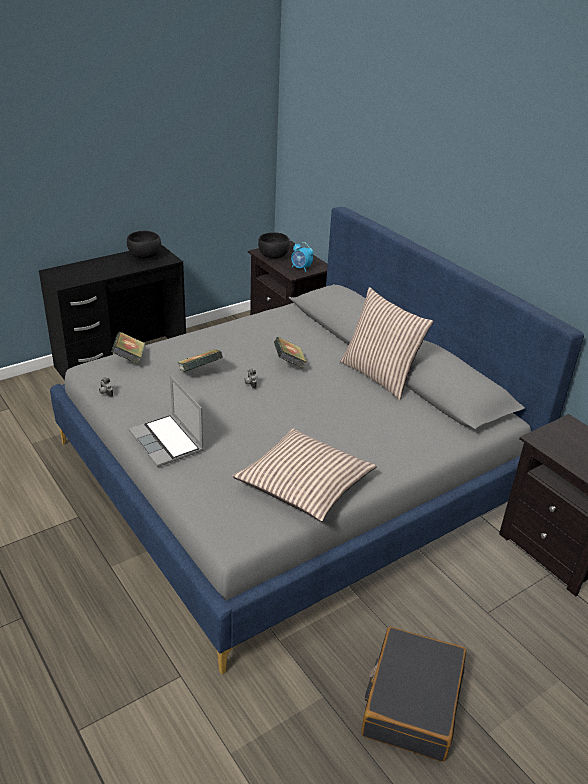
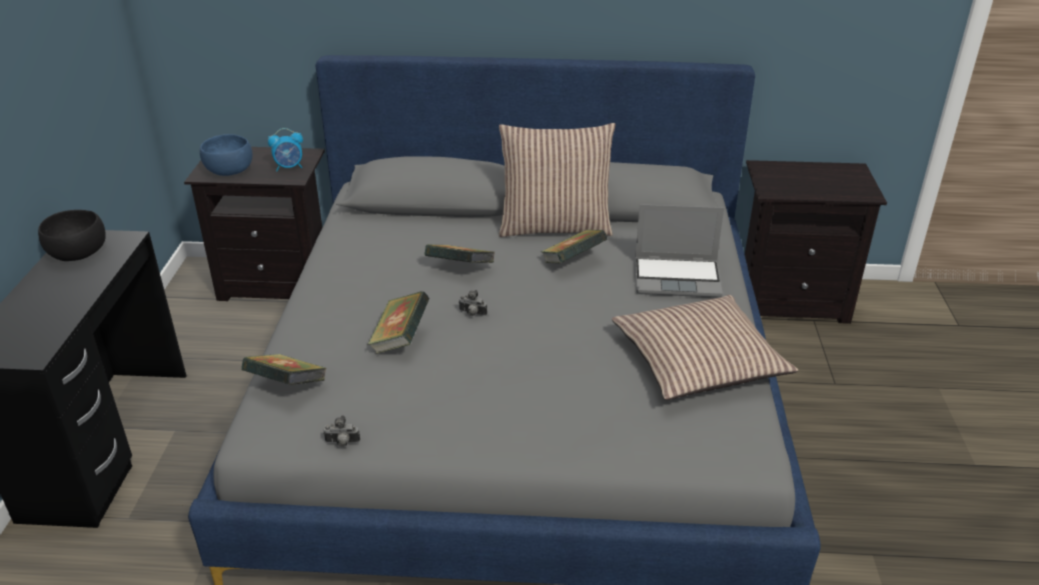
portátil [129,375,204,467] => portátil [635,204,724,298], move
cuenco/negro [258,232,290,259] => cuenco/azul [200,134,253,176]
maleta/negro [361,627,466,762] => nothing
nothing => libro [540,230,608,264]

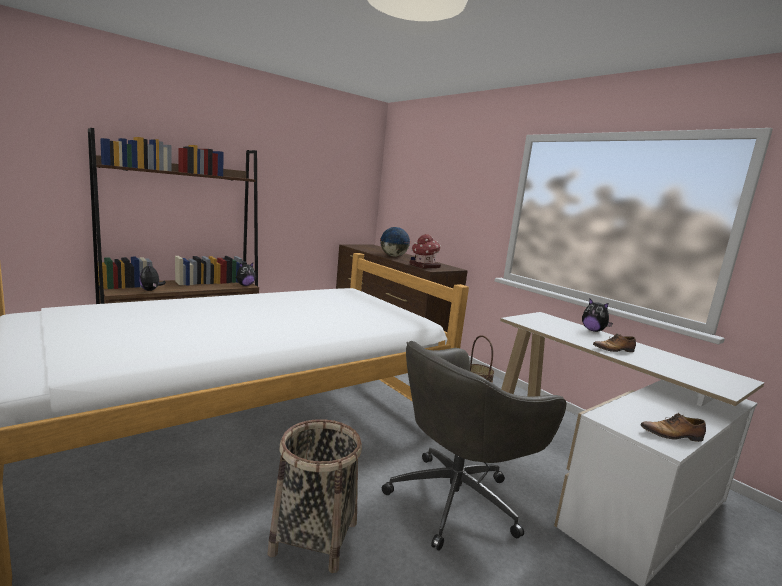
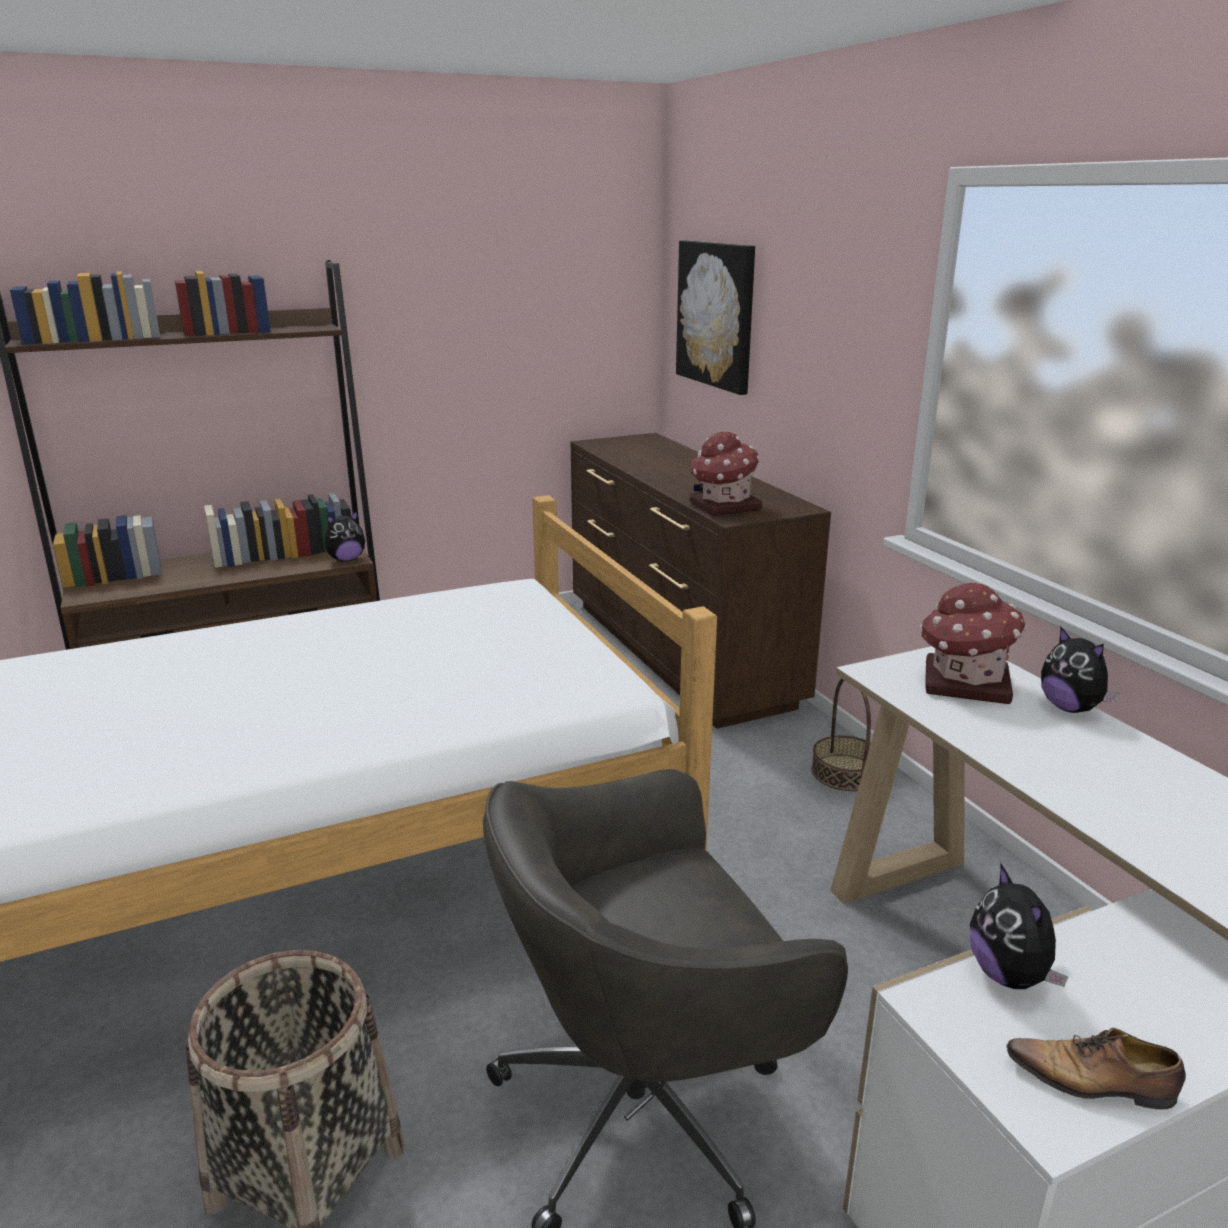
peluche [139,265,166,291] => peluche [970,864,1068,989], move
globo terráqueo [380,227,410,257] => nothing
zapato [593,333,636,352] => nothing
nothing => cuadro [676,240,755,395]
nothing => casita [919,581,1027,704]

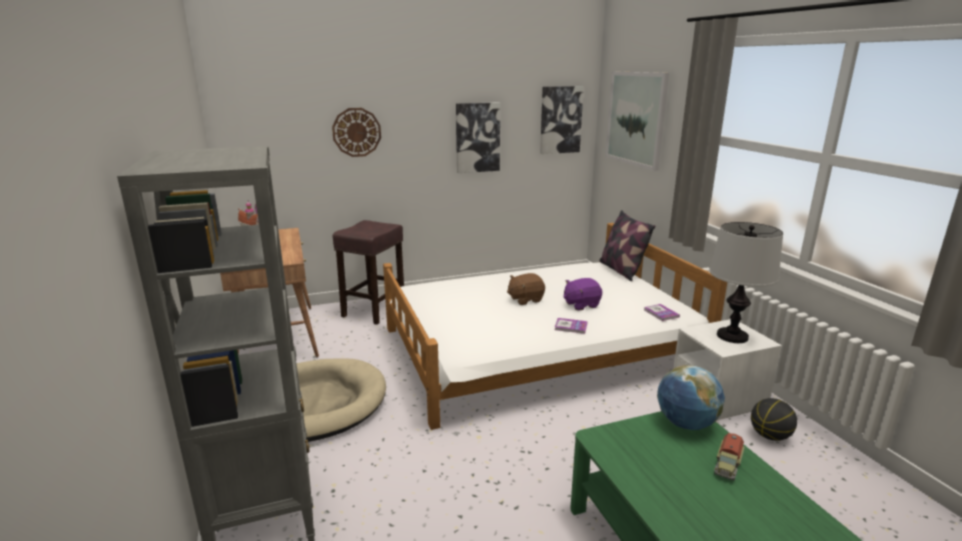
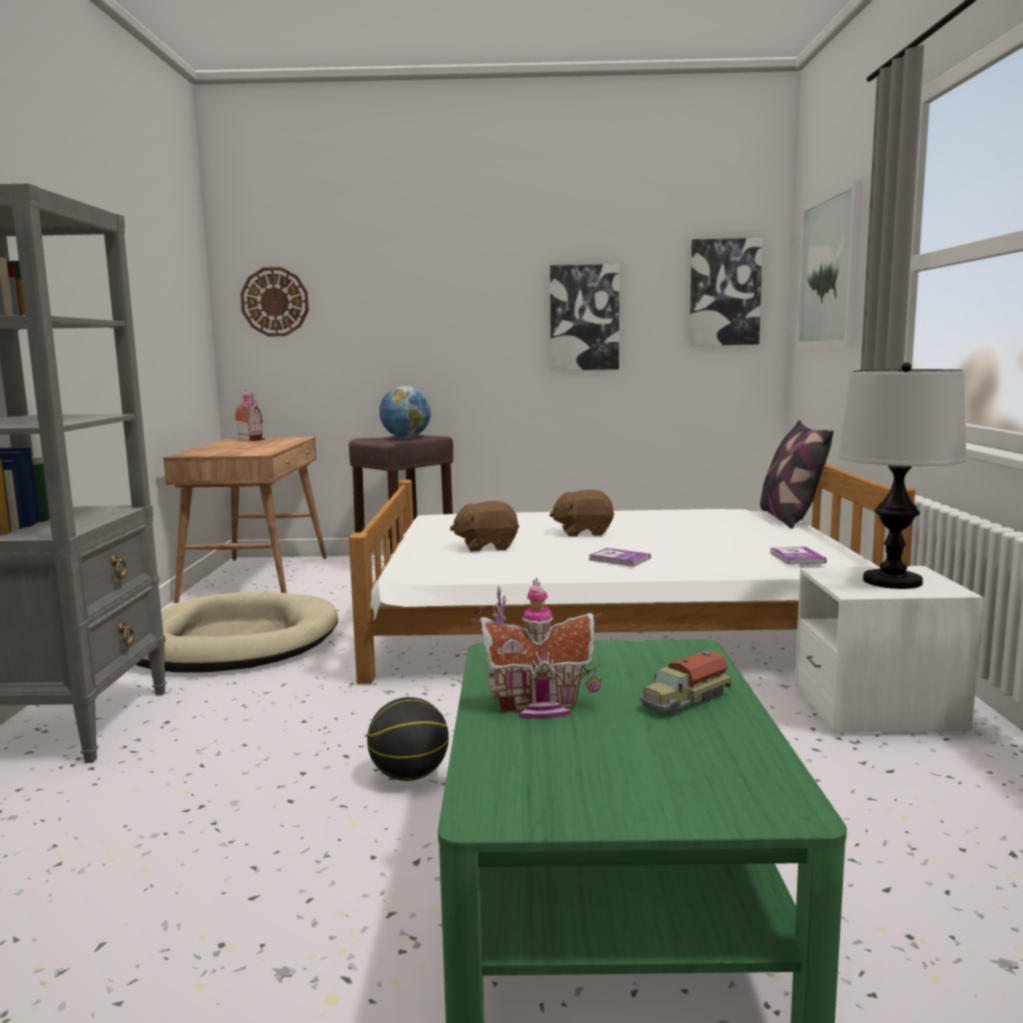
reloj de pared [332,108,381,157] => reloj de pared [240,267,309,337], move
peluche/morado [564,278,602,310] => nothing
globo terráqueo [657,365,725,430] => globo terráqueo [379,386,431,438], move
balón de baloncesto [751,398,797,441] => balón de baloncesto [367,697,449,781], move
nothing => peluche/marrón [450,501,519,552]
nothing => casita [472,577,602,718]

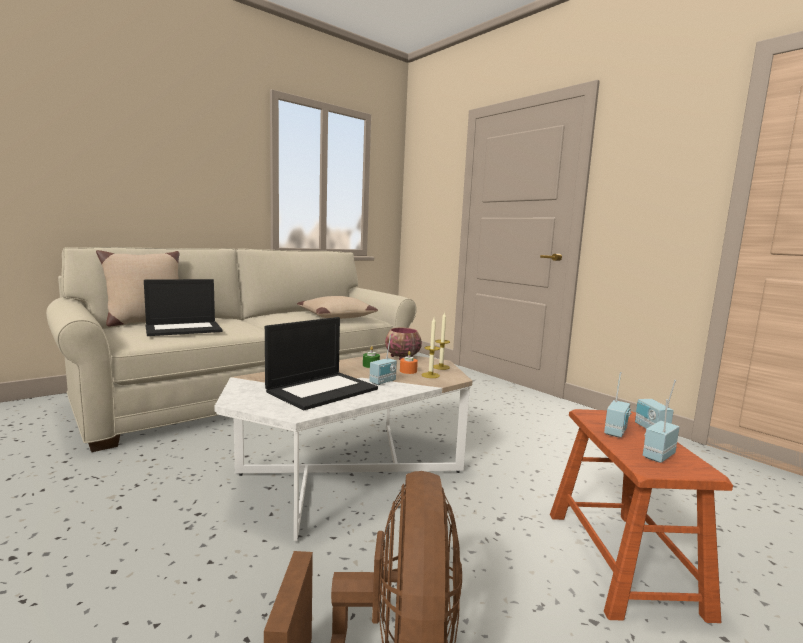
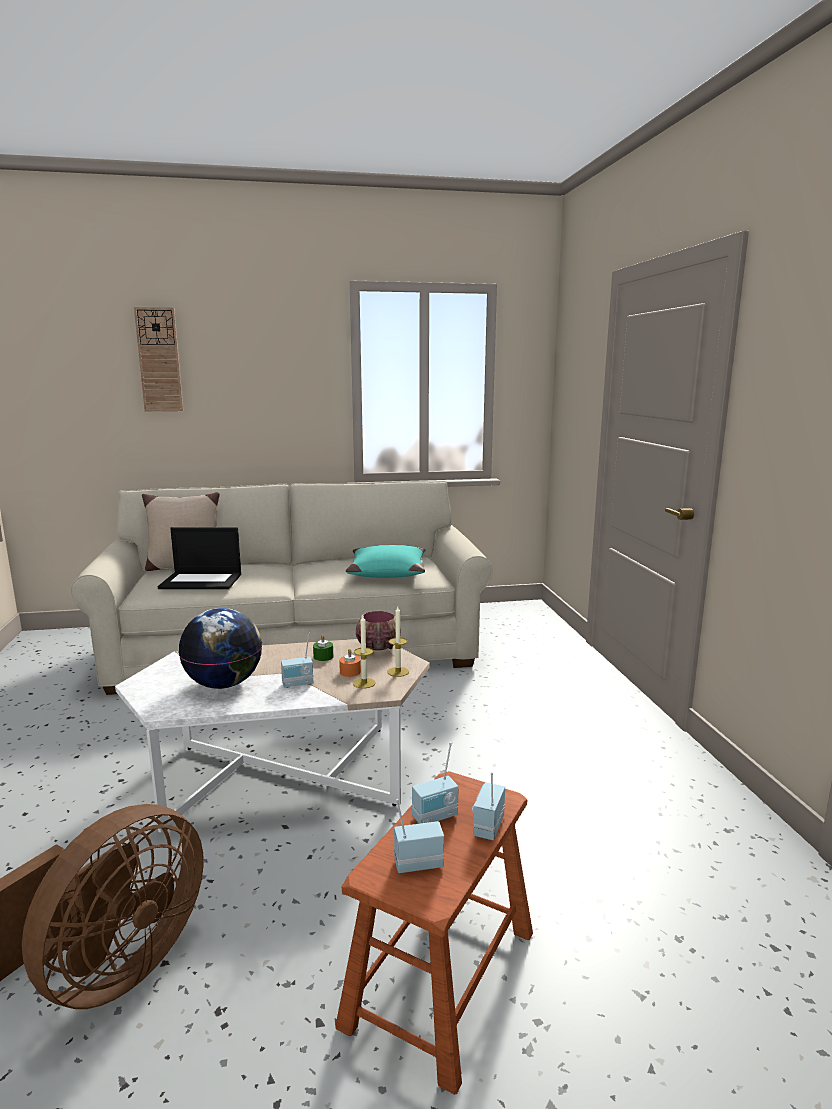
portátil [265,317,378,410] => globo terráqueo [179,608,262,689]
cojín/beis [297,296,378,319] => cojín/turquesa [346,545,426,578]
nothing => reloj de pared [134,307,183,411]

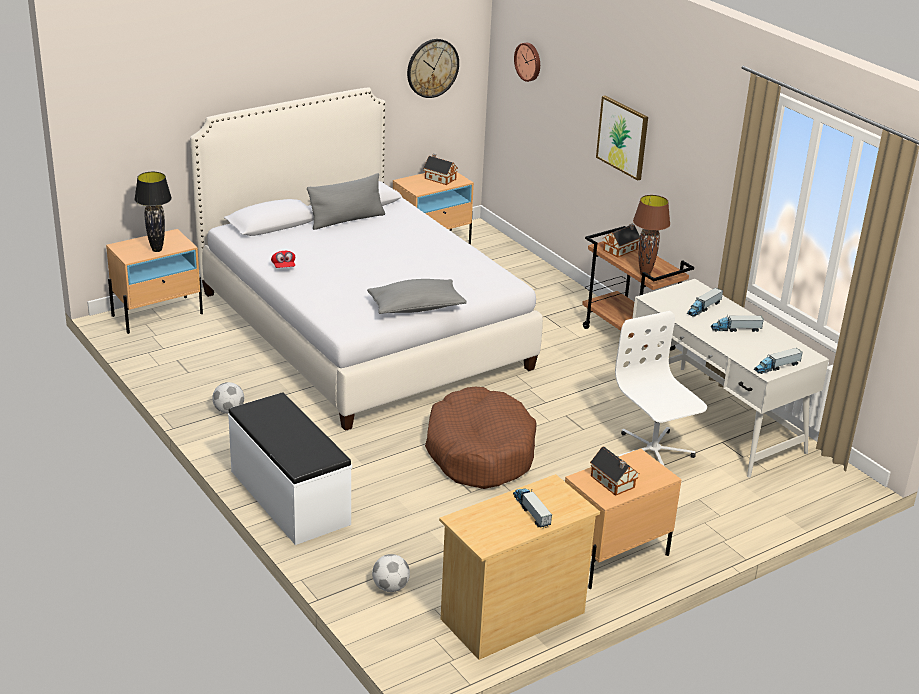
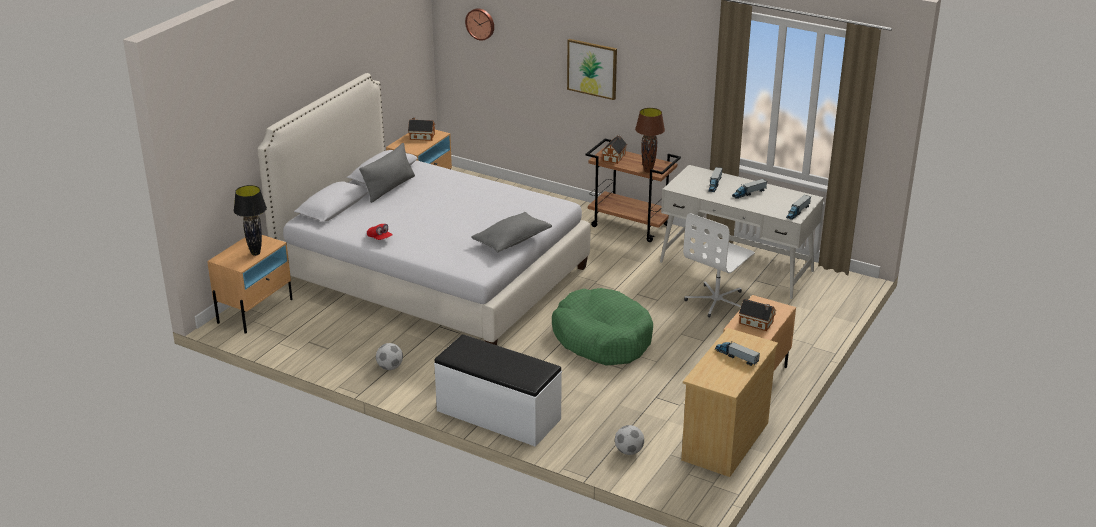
reloj de pared [407,39,459,98] => nothing
cama para perro/marrón [425,387,537,489] => cama para perro/verde [552,288,653,366]
silla de oficina/blanco [615,311,707,466] => silla de oficina/blanco [683,213,755,317], 90 degrees counterclockwise

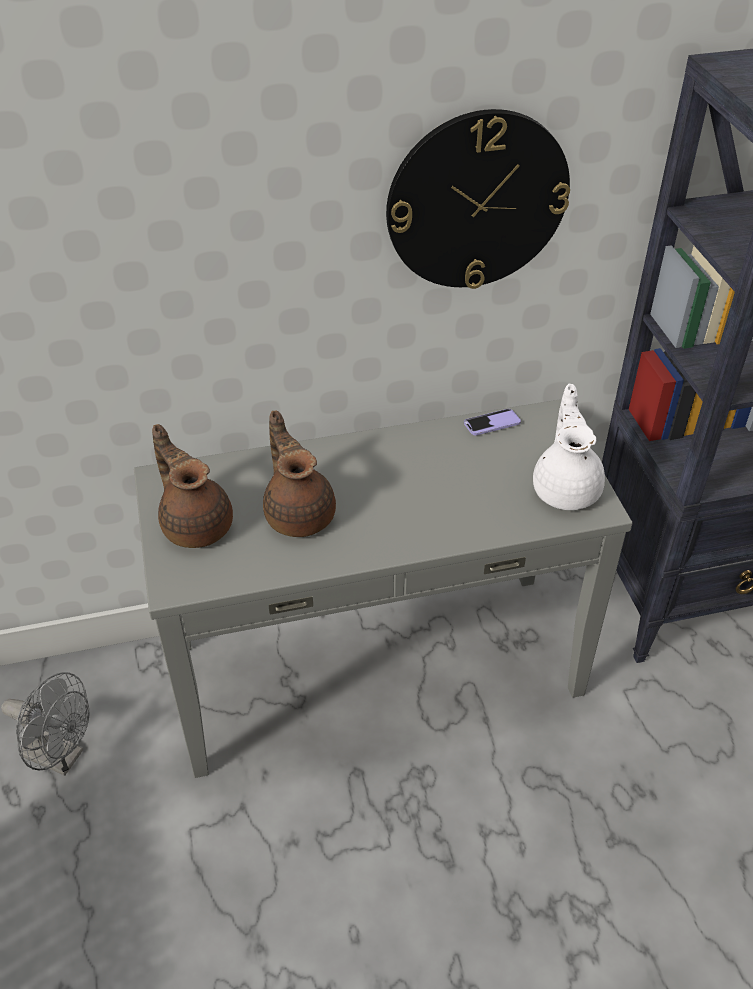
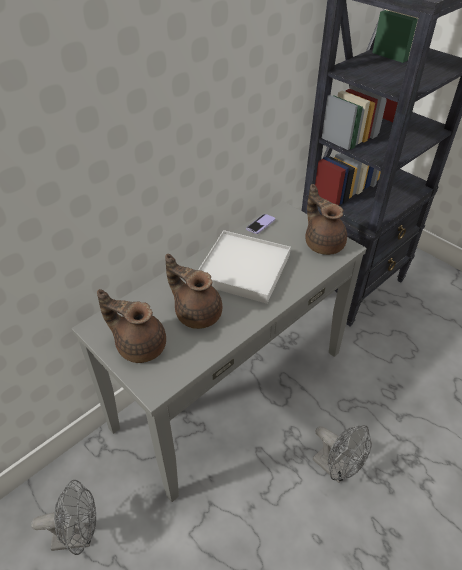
reloj de pared [386,109,570,289] => nothing
tetera/blanco [533,384,605,510] => tetera/marrón [305,184,347,255]
nothing => bandeja/blanco [198,230,291,304]
nothing => ventilador/gris [313,425,372,483]

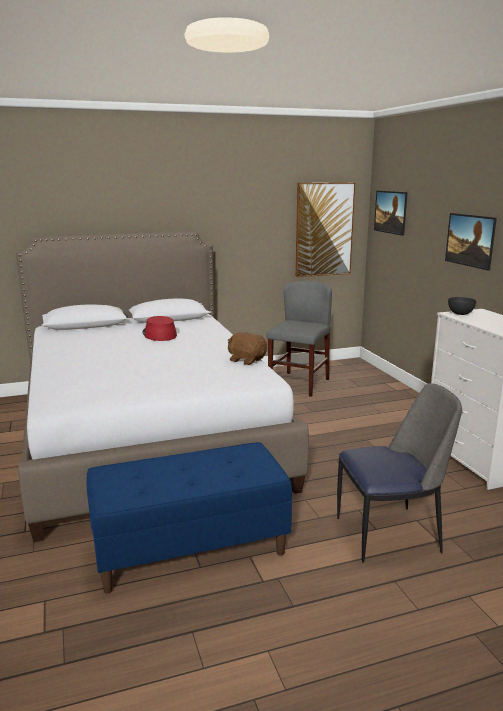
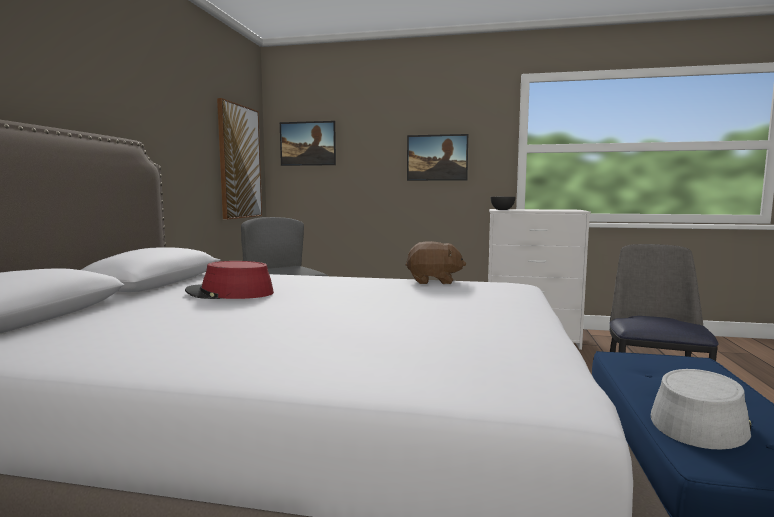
peluche/marrón [228,332,267,365] => peluche/marrón [406,241,466,284], 150 degrees counterclockwise
nothing => sombrero/gris [651,369,751,450]

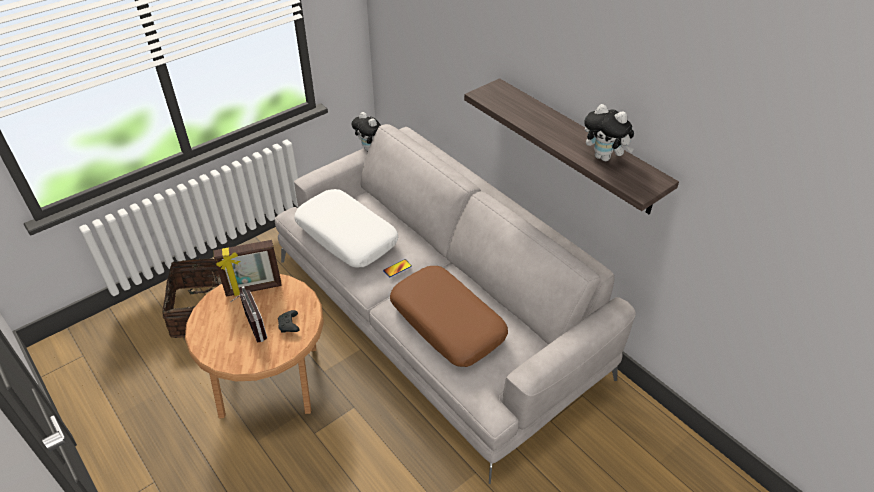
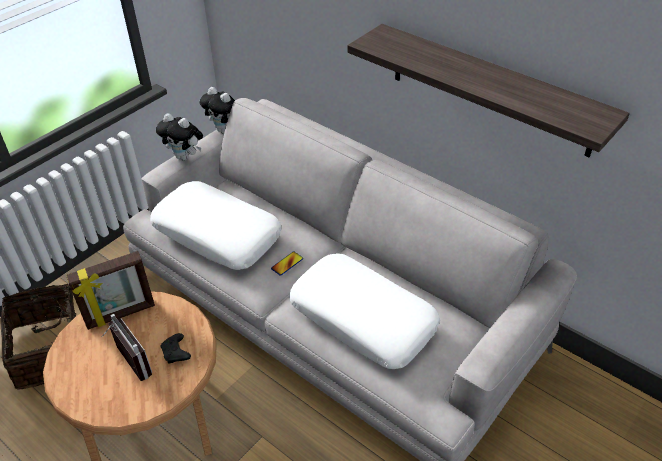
cojín/marrón [390,266,508,367] => cojín/blanco [289,254,440,369]
peluche [584,104,634,161] => peluche [156,113,203,160], move

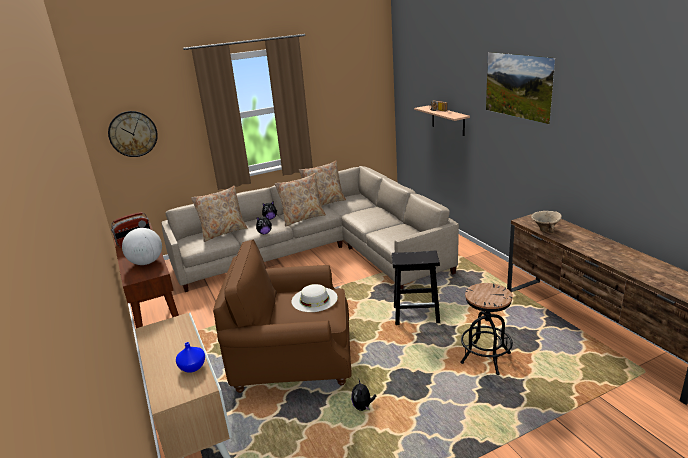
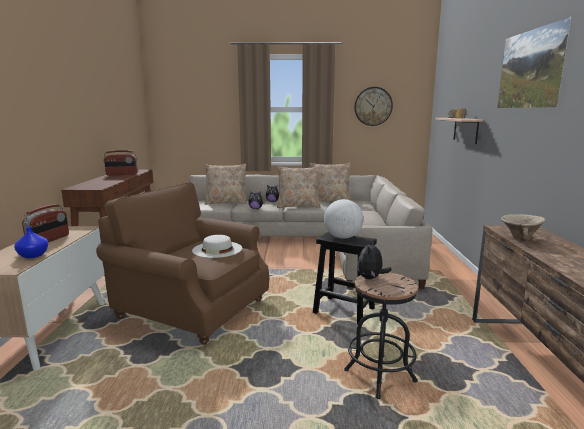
reloj de pared [108,111,158,157] => reloj de pared [354,87,393,126], move
globo terráqueo [122,228,162,265] => globo terráqueo [324,199,363,239], move
peluche [351,378,376,411] => peluche [357,241,391,279], move
nothing => radio [22,204,69,242]

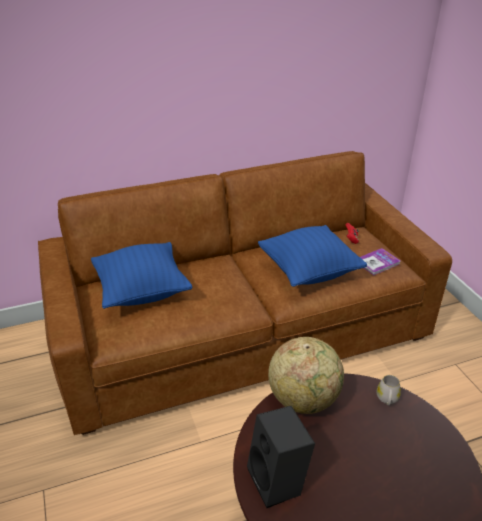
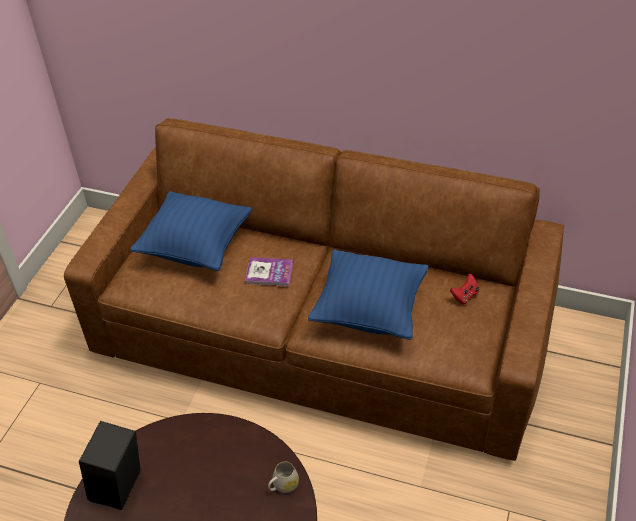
globo terráqueo [268,337,344,414] => nothing
libro [360,248,401,275] => libro [245,257,293,286], move

